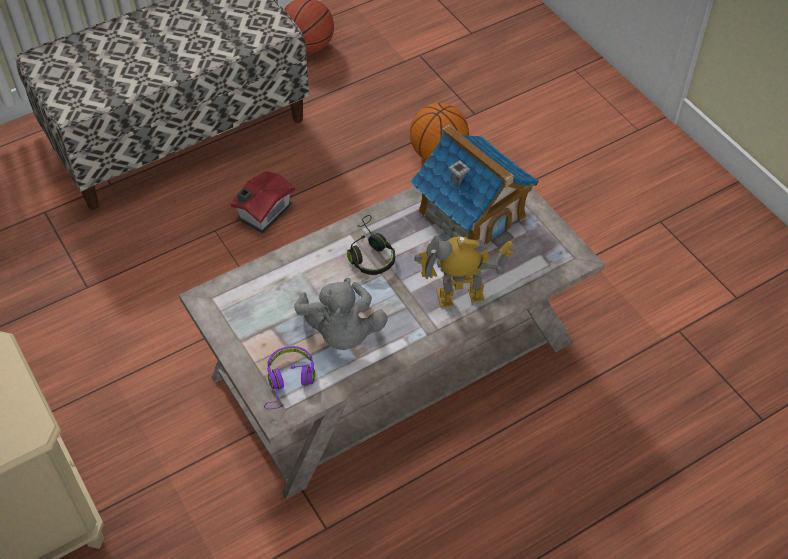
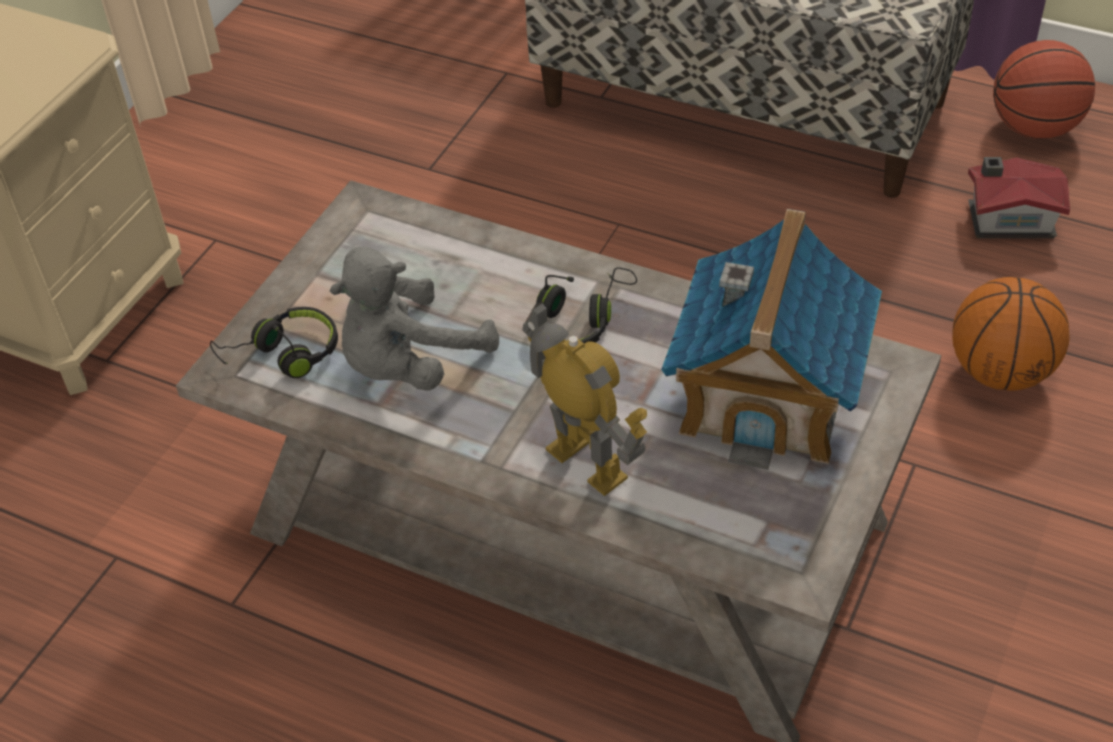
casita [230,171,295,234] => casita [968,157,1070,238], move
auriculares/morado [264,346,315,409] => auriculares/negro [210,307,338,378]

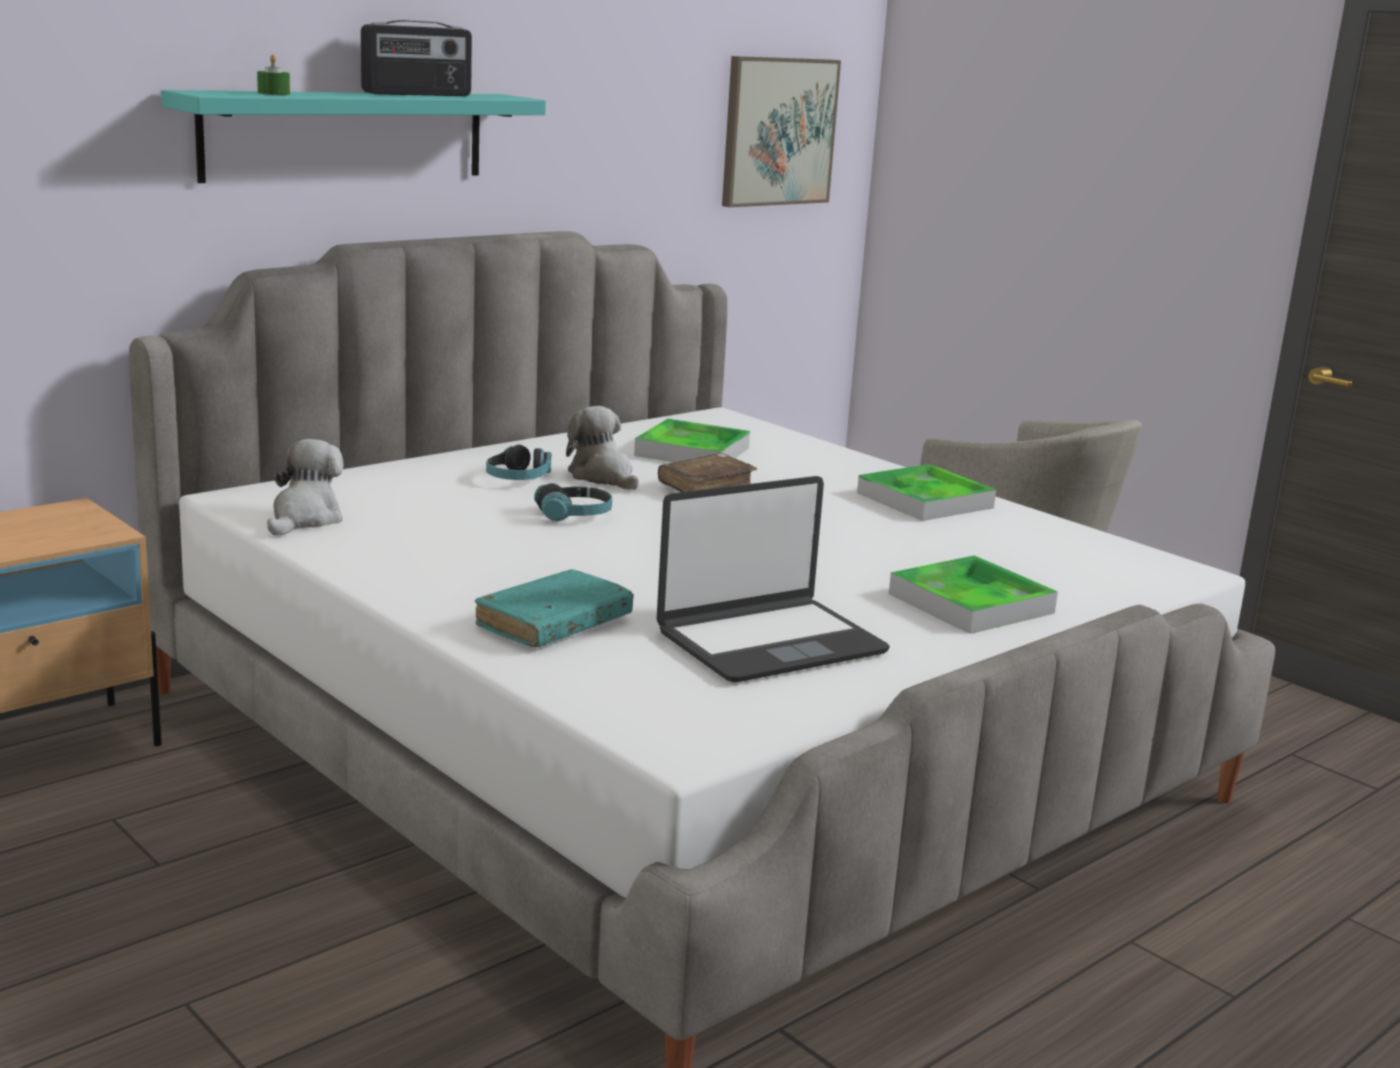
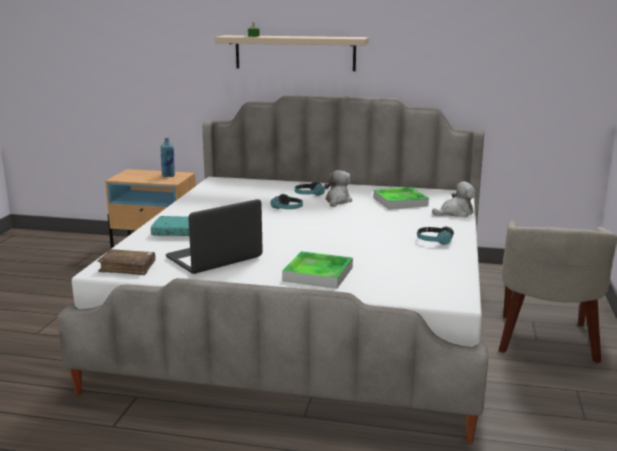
estante/turquesa [161,90,546,183] => estante/beis [215,35,369,71]
peluche [267,439,344,535] => peluche [432,182,476,217], move
radio [361,20,472,96] => nothing
portátil [657,476,890,682] => portátil [166,199,263,274], 120 degrees clockwise
libro/marrón [658,453,757,492] => libro/marrón [97,249,156,275], move
cuadro [722,56,841,207] => nothing
bandeja [857,464,996,521] => auriculares [417,226,454,245]
nothing => botella/azul [160,138,175,177]

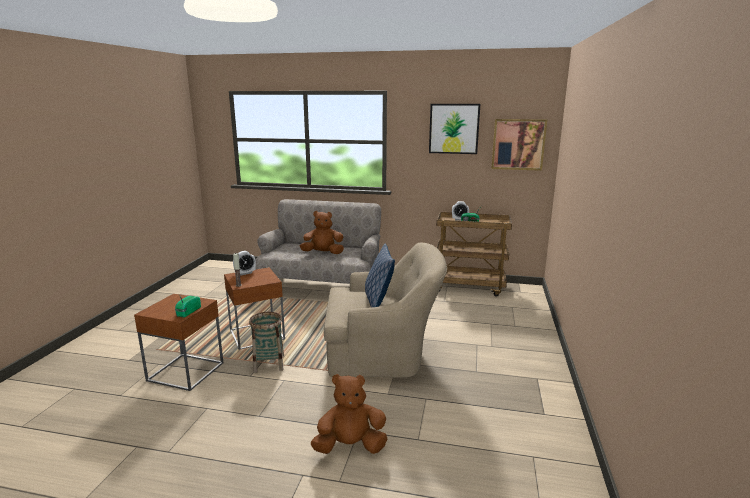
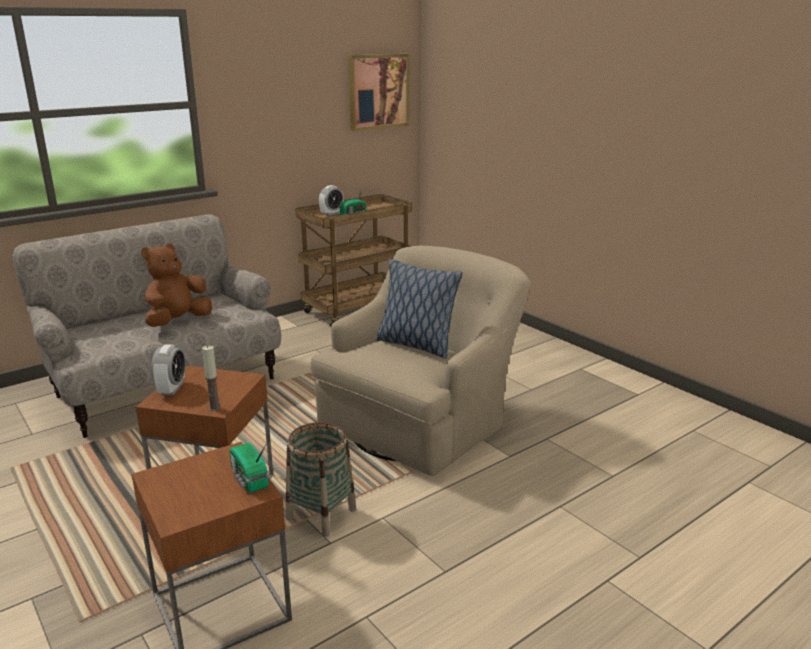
peluche/marrón [311,374,387,454] => nothing
cuadro [429,104,480,154] => nothing

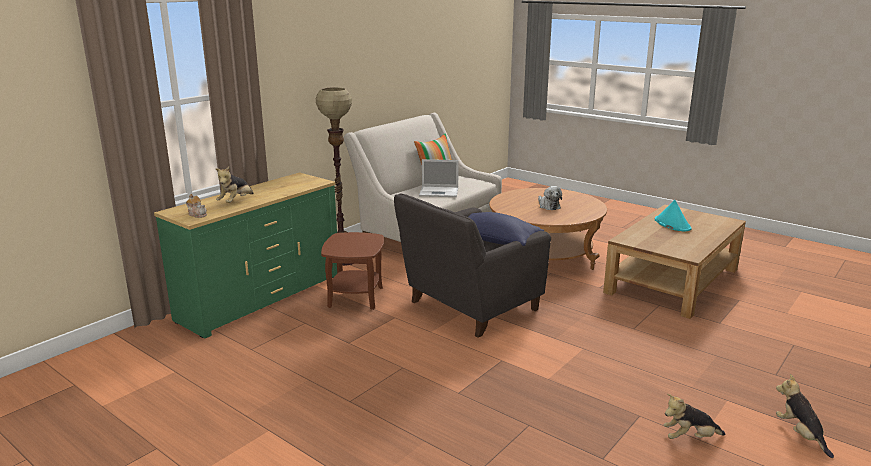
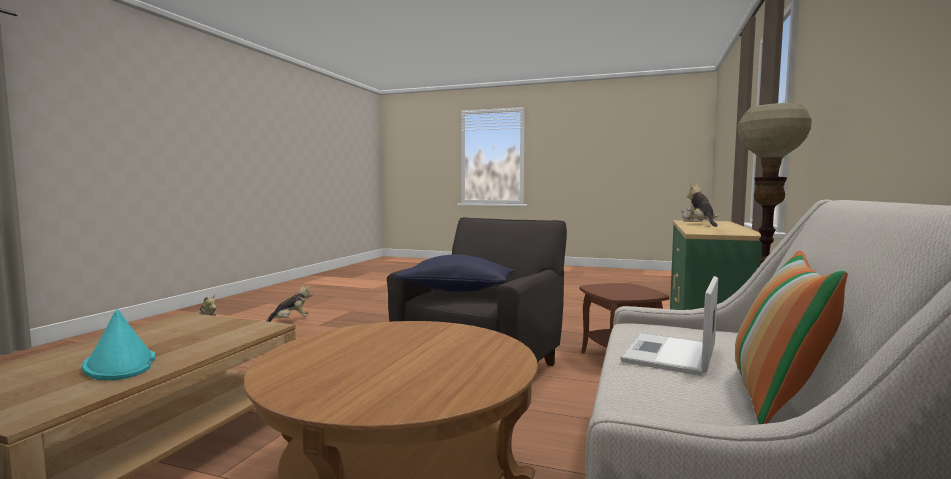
portátil [419,159,459,197] => portátil [620,276,718,376], 45 degrees counterclockwise
peluche [538,186,562,210] => nothing

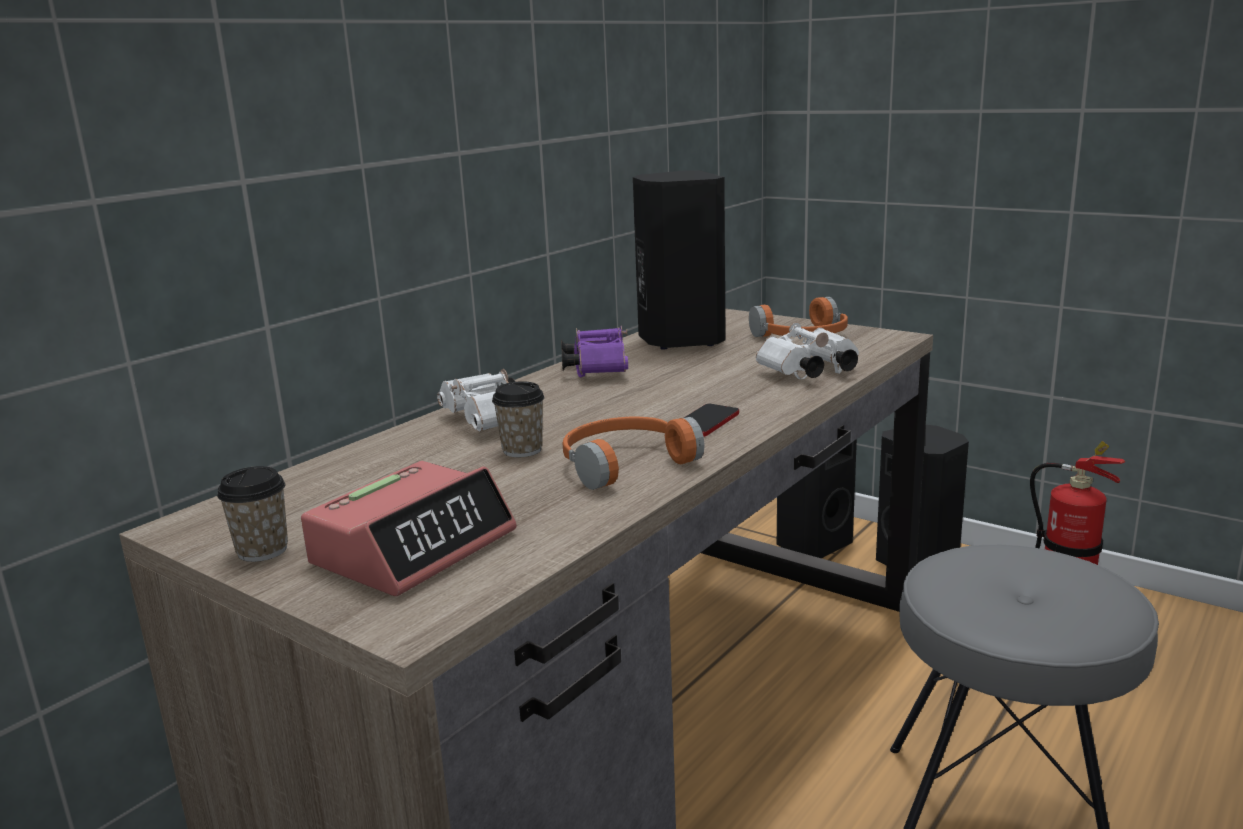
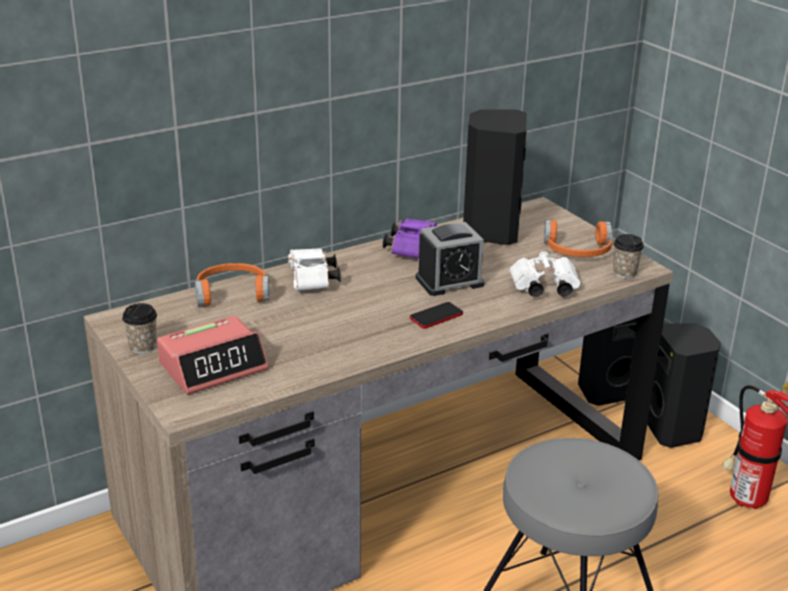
taza [492,381,545,457] => taza [613,234,644,278], move
auriculares/naranja [563,417,705,490] => auriculares/naranja [195,263,270,306], move
nothing => despertador [416,222,485,296]

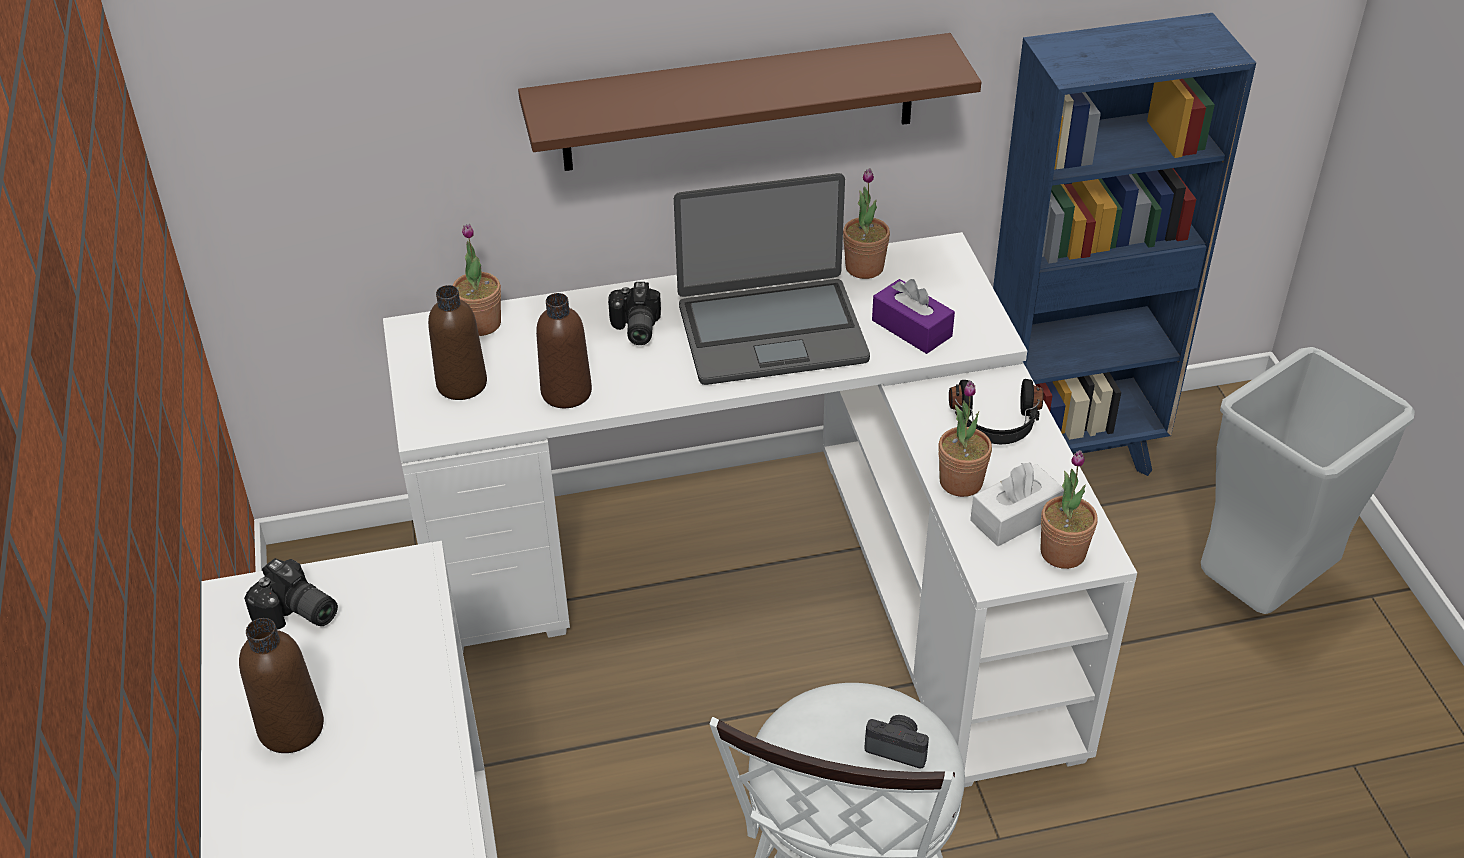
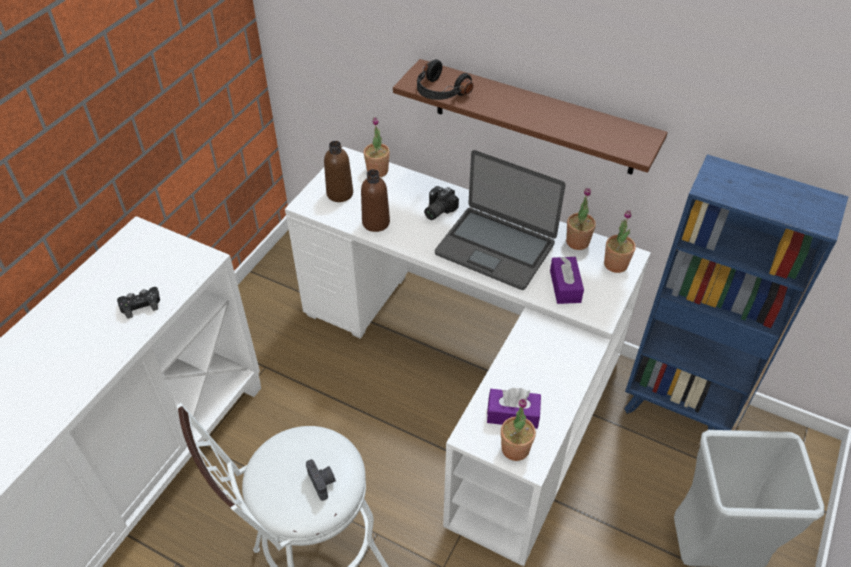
botella/marrón [239,618,324,753] => nothing
cámara [244,558,338,630] => nothing
planta en maceta [938,381,992,497] => planta en maceta [604,210,636,273], move
auriculares/negro [949,379,1043,444] => auriculares/negro [417,59,473,100], move
caja de pañuelos/blanco [970,462,1064,546] => caja de pañuelos/morado [487,388,541,429]
nothing => mando de consola/negro [117,287,160,319]

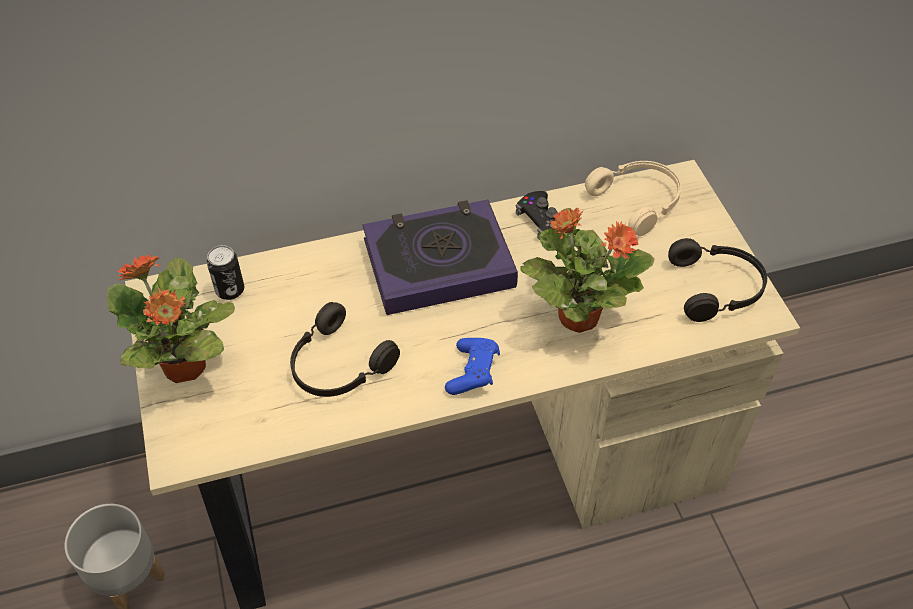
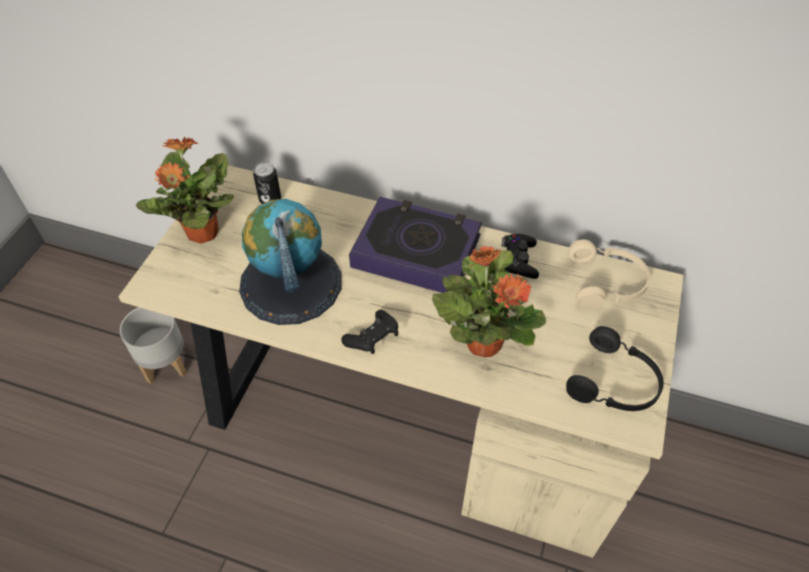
auriculares/negro [290,302,400,397] => globo terráqueo [239,199,341,325]
mando de consola/azul [445,338,500,395] => mando de consola/negro [341,310,398,354]

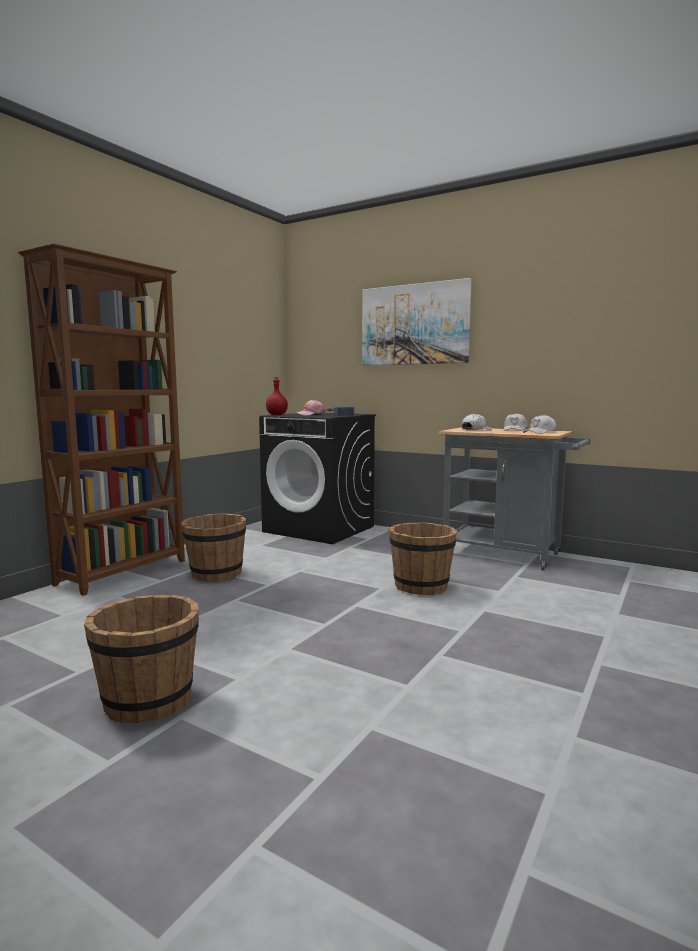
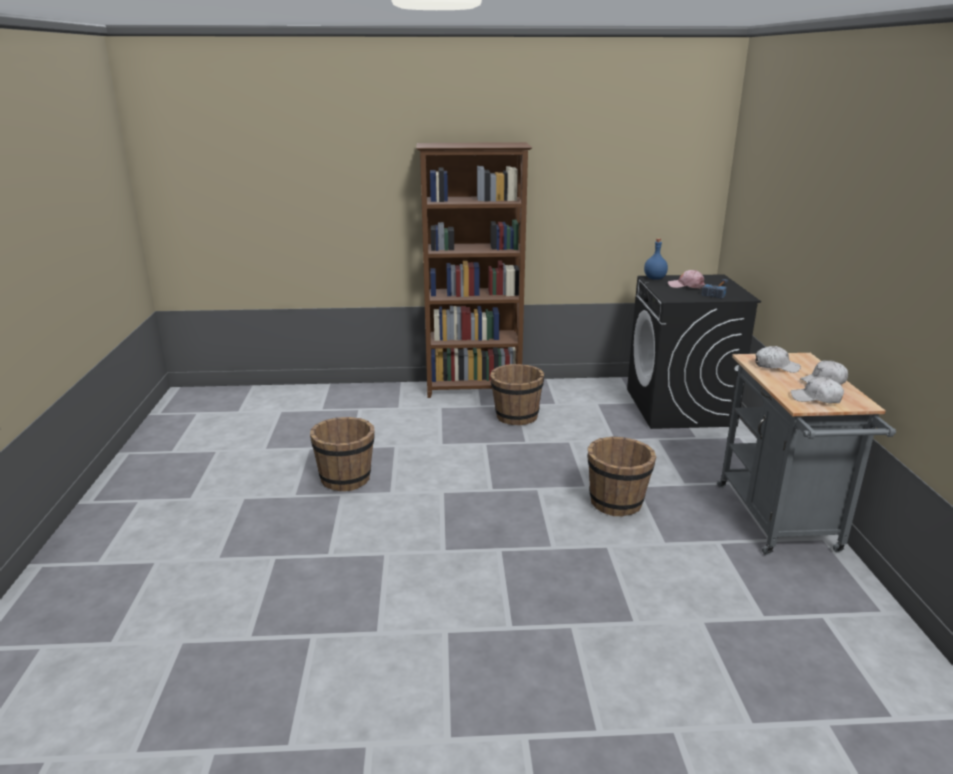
botella/rojo [266,377,288,415] => botella/azul [644,238,668,280]
cuadro [362,278,471,365] => nothing

